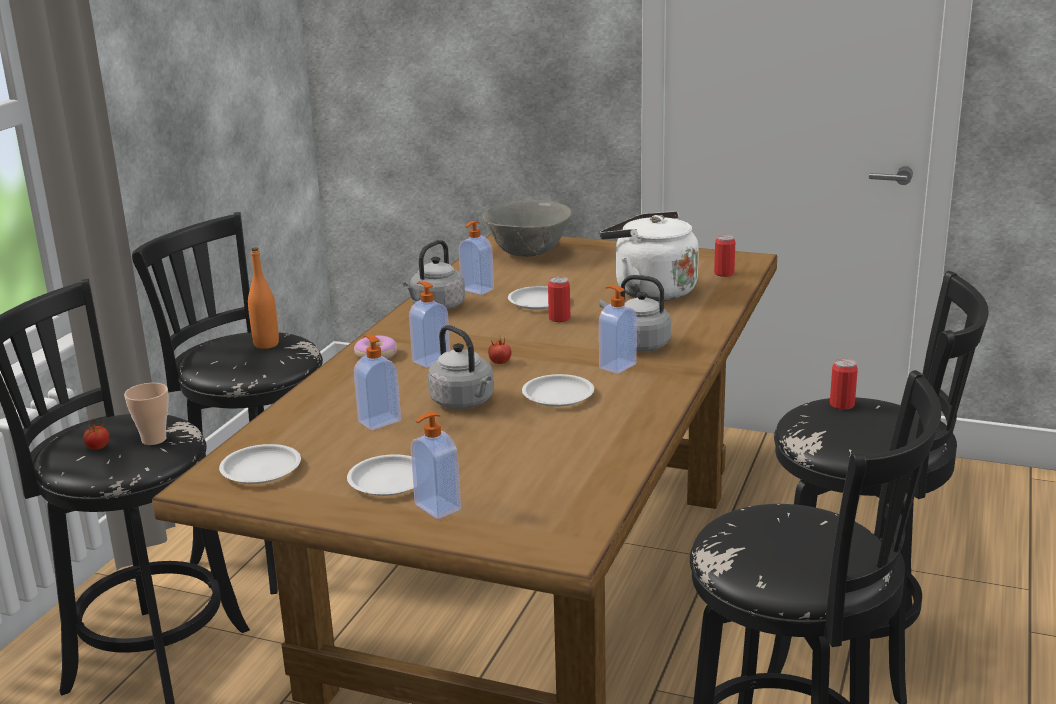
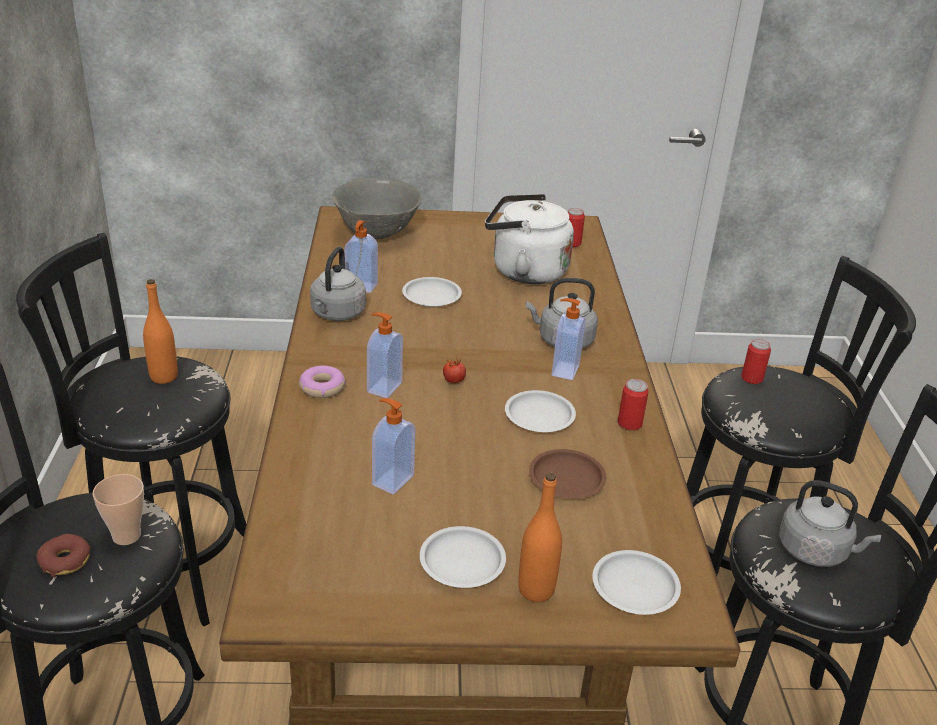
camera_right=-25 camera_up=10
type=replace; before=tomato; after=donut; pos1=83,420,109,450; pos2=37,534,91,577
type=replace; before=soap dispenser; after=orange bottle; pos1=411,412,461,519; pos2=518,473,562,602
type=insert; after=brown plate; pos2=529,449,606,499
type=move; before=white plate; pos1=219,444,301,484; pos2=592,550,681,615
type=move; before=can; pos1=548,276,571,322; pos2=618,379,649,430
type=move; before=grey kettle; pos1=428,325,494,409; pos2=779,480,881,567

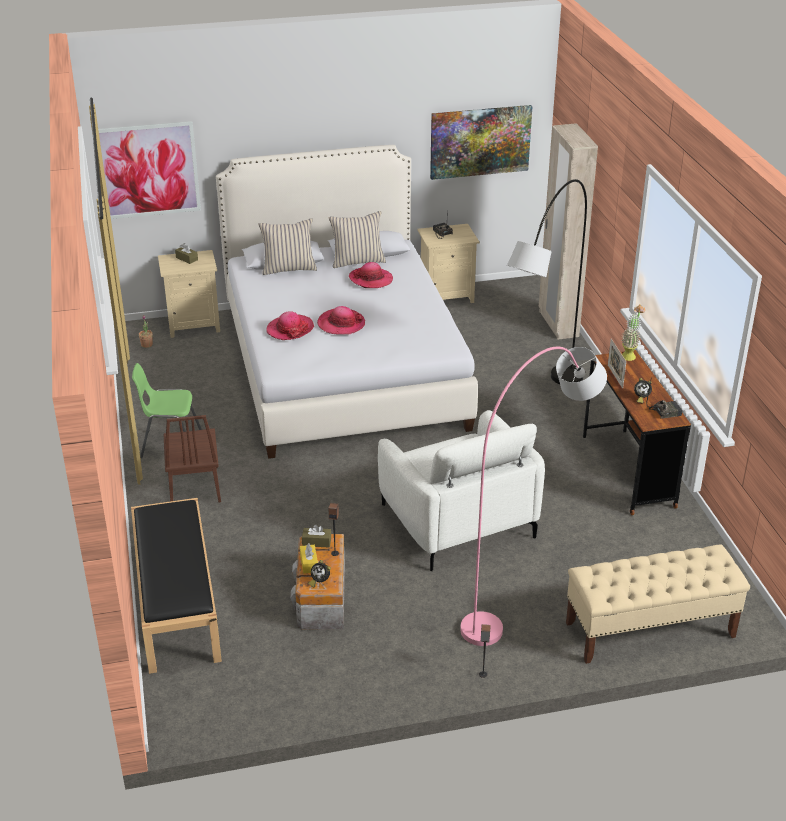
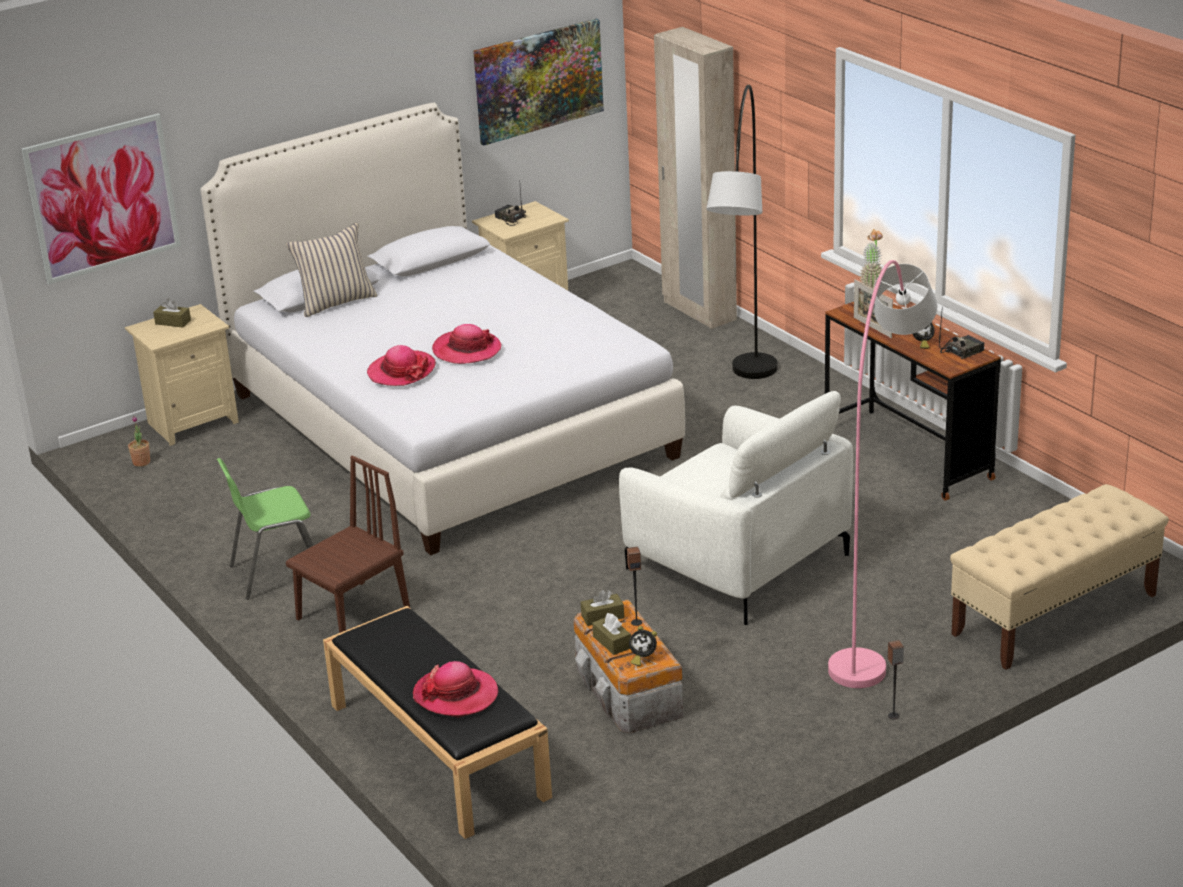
camera_right=-20 camera_up=-5
type=rotate; before=brown chair; pos1=164,415,221,502; pos2=286,455,410,633; turn=-105
type=move; before=hat; pos1=348,262,393,288; pos2=413,661,498,718
type=recolor; before=yellow tissue box; after=brown tissue box; pos1=300,543,318,574; pos2=592,613,631,655
type=delete; before=beige pillow; pos1=329,211,386,268

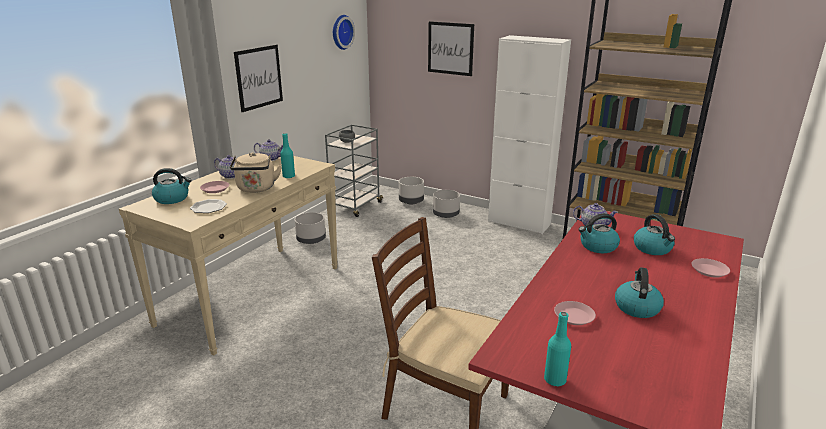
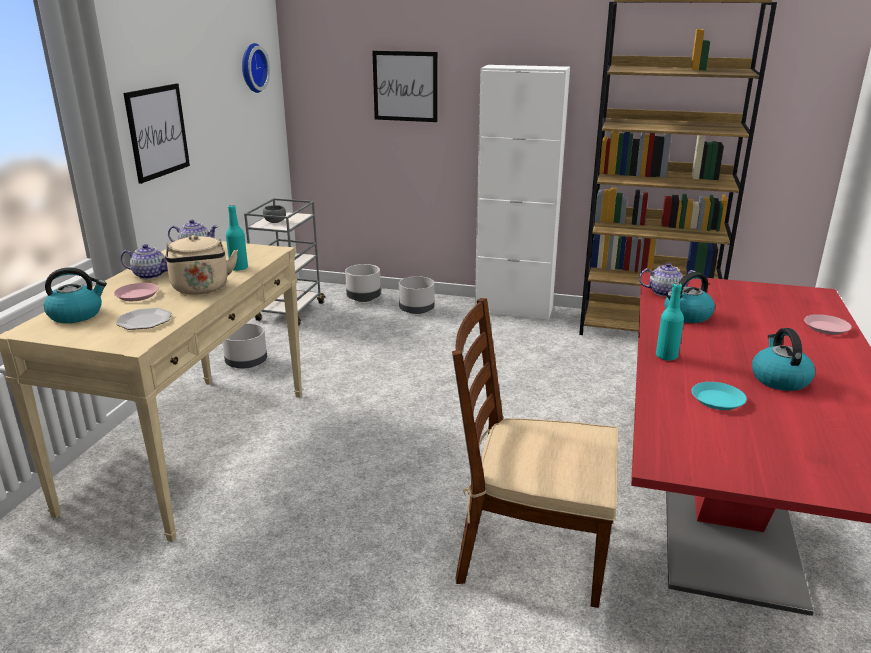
camera_right=-15 camera_up=0
type=move; before=turquoise bottle; pos1=544,312,571,386; pos2=656,283,684,361
type=recolor; before=pink plate; after=turquoise plate; pos1=554,301,596,325; pos2=692,382,747,410
type=delete; before=kettle; pos1=634,214,675,255

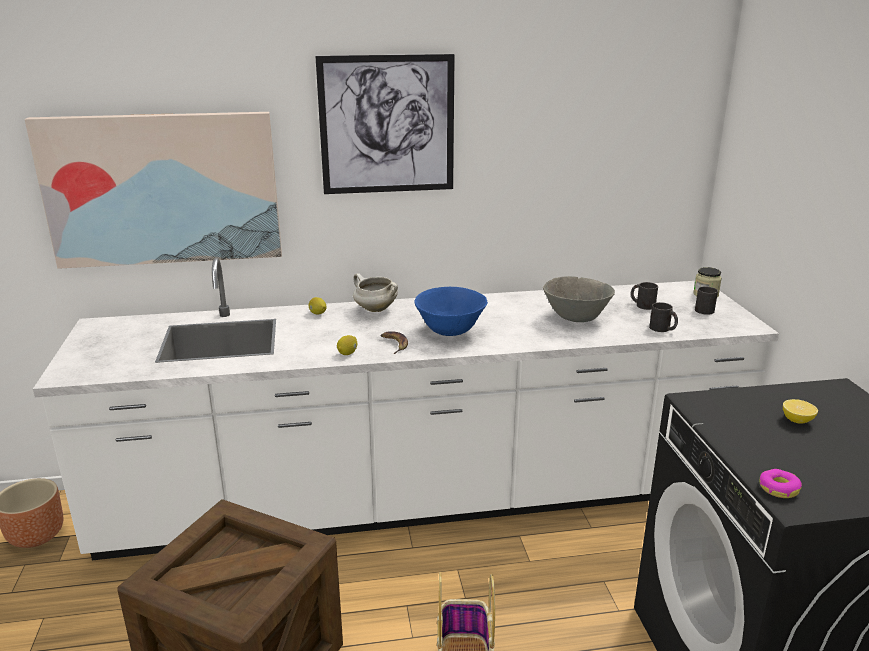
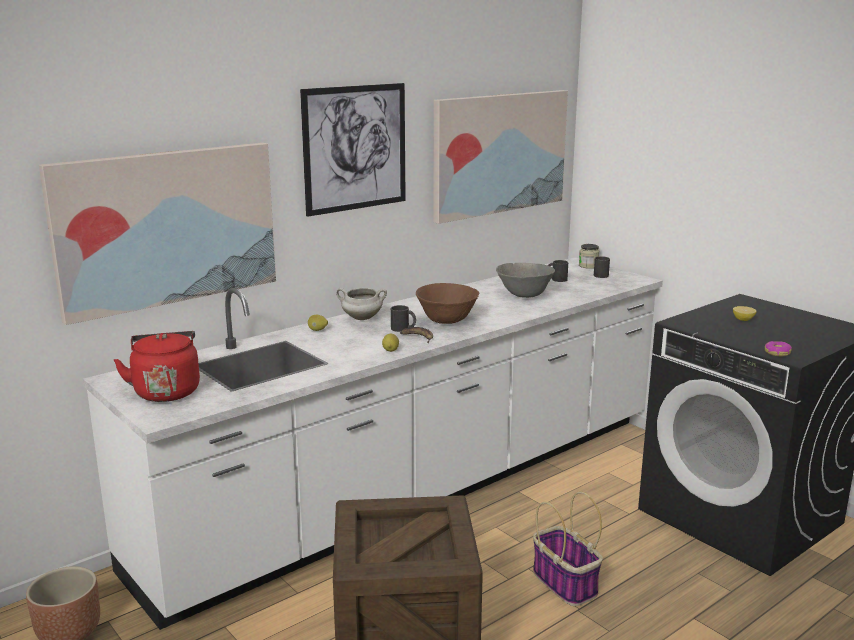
camera_right=-30 camera_up=-5
type=insert; after=red kettle; pos2=114,331,200,402
type=move; before=black mug; pos1=649,302,678,332; pos2=391,305,416,332
type=recolor; before=blue bowl; after=brown bowl; pos1=414,287,488,336; pos2=416,283,479,324
type=insert; after=picture; pos2=433,90,568,224

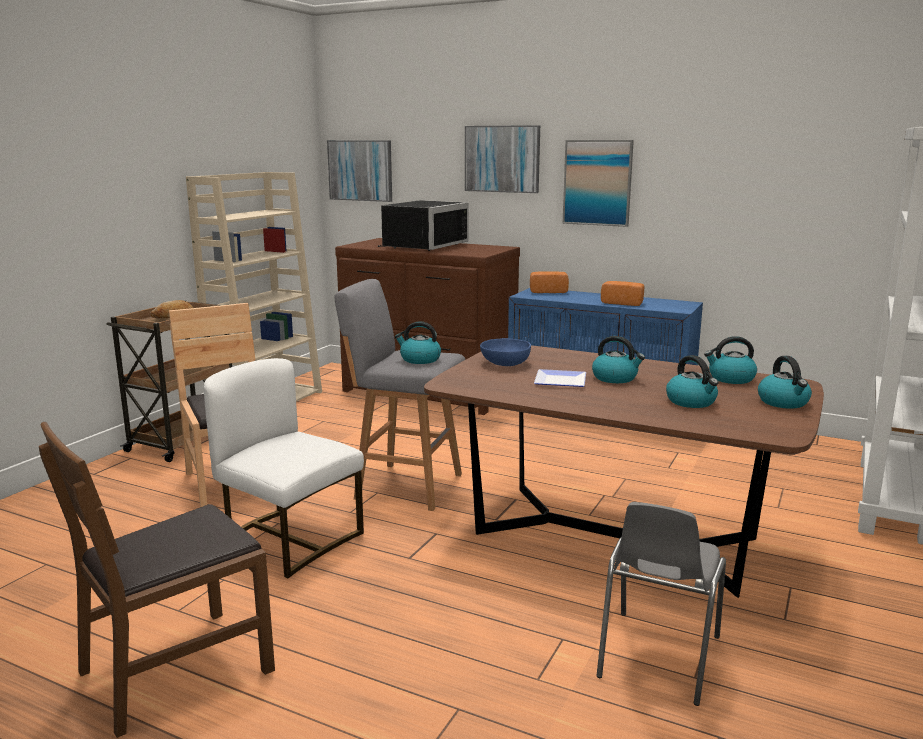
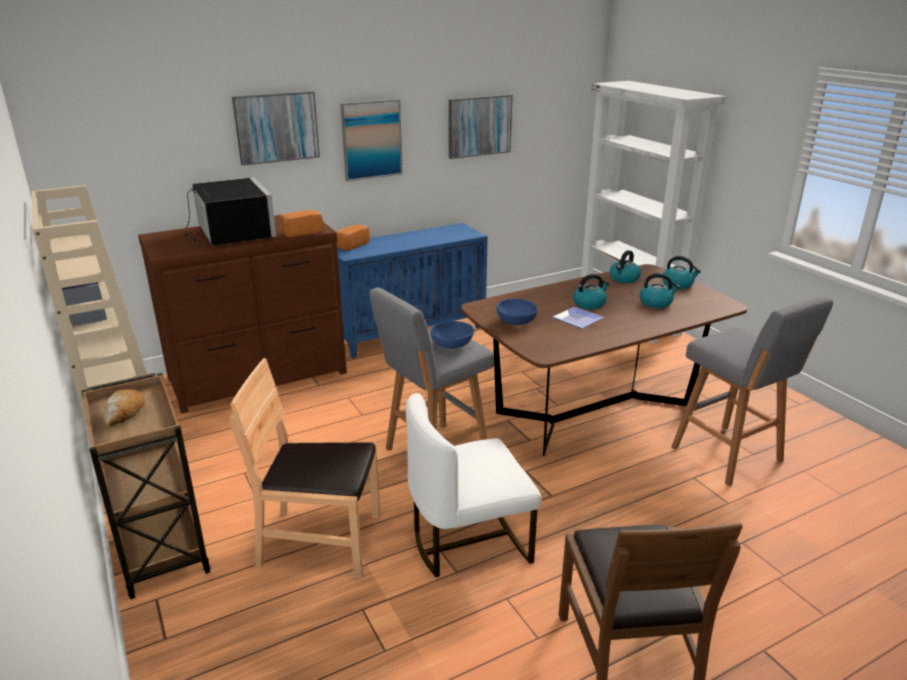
camera_right=-55 camera_up=10
type=move; before=bread; pos1=601,281,645,306; pos2=280,210,323,237
type=replace; before=kettle; after=blue bowl; pos1=395,321,441,364; pos2=430,321,474,349
type=move; before=picture; pos1=327,140,392,202; pos2=449,94,513,159
type=replace; before=grey chair; after=grey stool; pos1=596,502,726,706; pos2=671,296,833,486

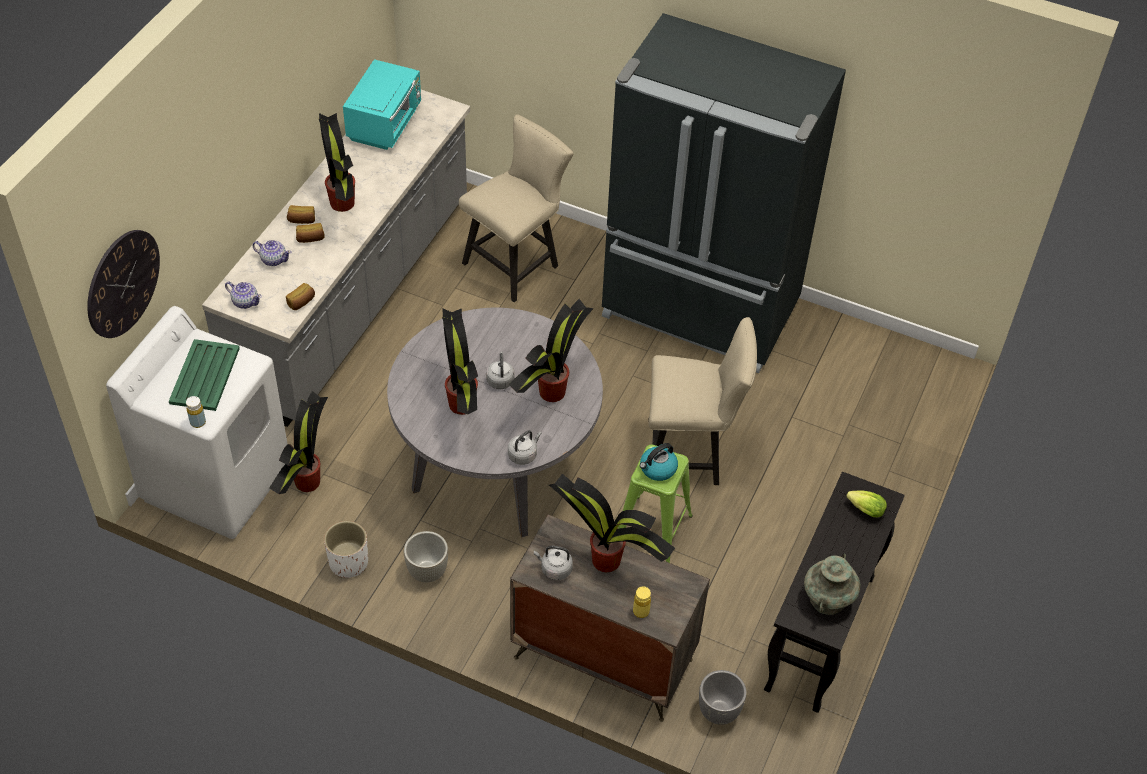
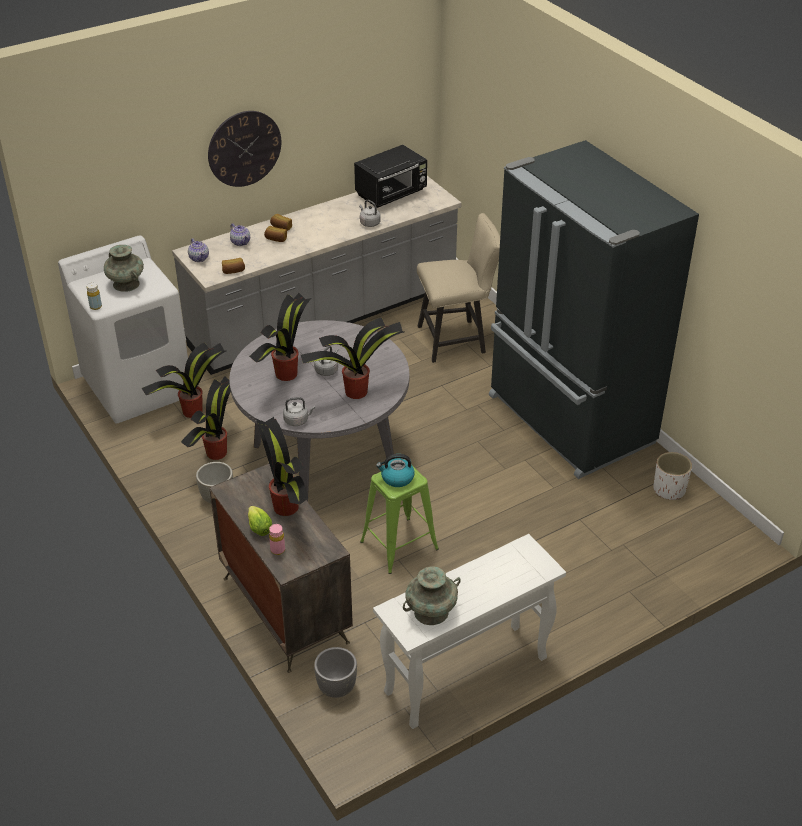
camera_right=35 camera_up=-10
type=replace; before=green tray; after=turquoise vase; pos1=169,339,240,411; pos2=104,245,144,292
type=move; before=potted plant; pos1=319,113,355,212; pos2=181,376,231,460
type=move; before=wall clock; pos1=87,230,160,338; pos2=208,111,281,187
type=move; before=lettuce; pos1=846,490,887,517; pos2=248,506,272,536
type=recolor; before=yellow bottle; after=pink bottle; pos1=633,586,651,618; pos2=269,524,285,555
type=recolor; before=turquoise microwave; after=black microwave; pos1=343,59,421,150; pos2=354,145,427,208
type=move; before=grey kettle; pos1=534,546,573,580; pos2=359,200,381,227
type=recolor; before=black console table; after=white console table; pos1=764,472,905,713; pos2=373,534,566,729
type=move; before=white planter; pos1=324,521,368,578; pos2=653,452,692,500
type=delete; before=beige chair; pos1=648,317,757,485

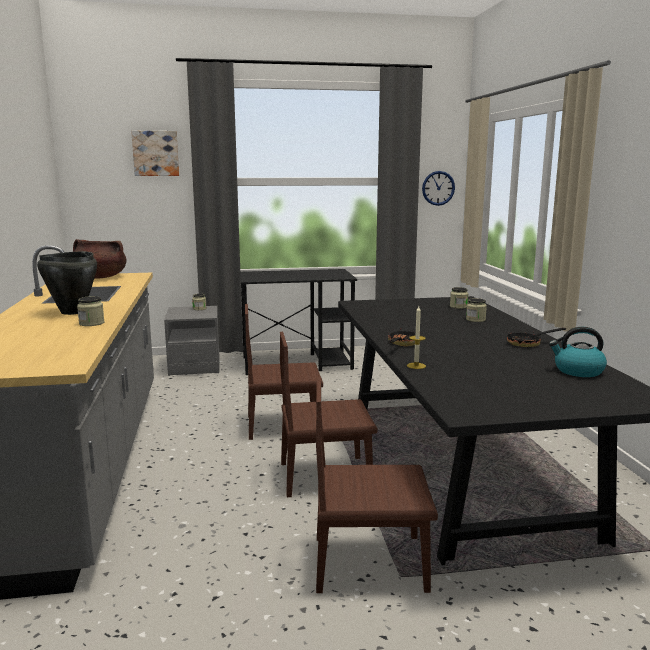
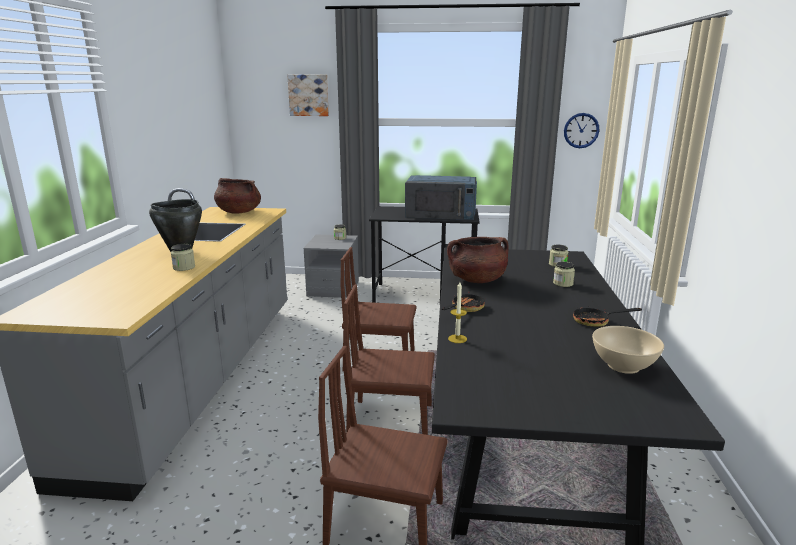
camera_right=15 camera_up=5
type=insert; after=blue microwave; pos2=405,175,477,220
type=insert; after=brown cooking pot; pos2=447,237,509,283
type=replace; before=kettle; after=beige bowl; pos1=549,327,607,377; pos2=592,326,664,374

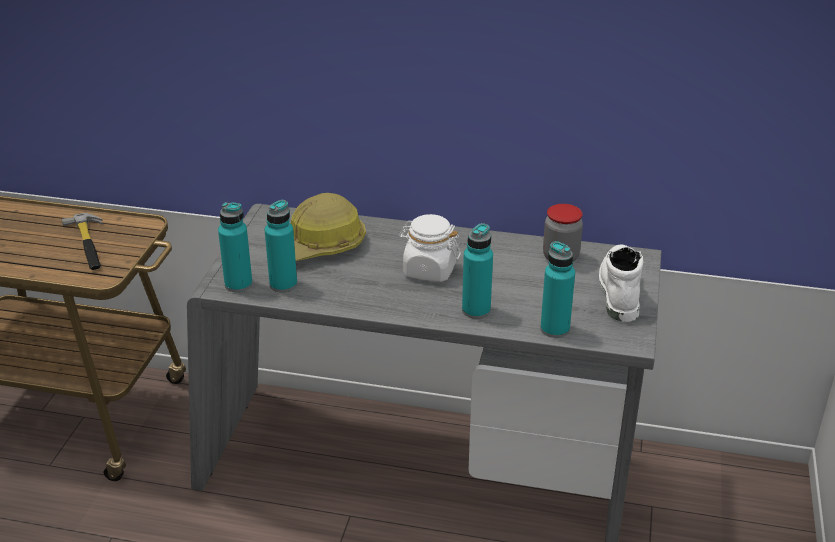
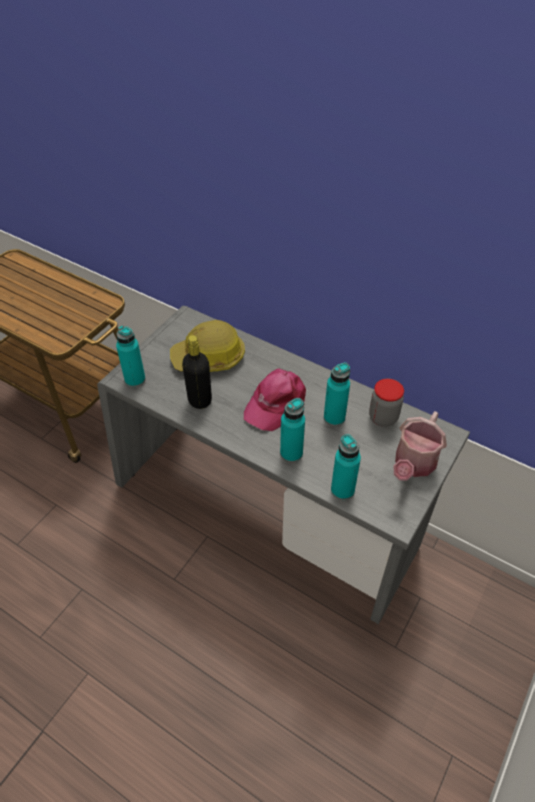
camera_right=20 camera_up=15
type=insert; after=black bottle; pos2=182,335,212,409
type=replace; before=white jar; after=pink cap; pos1=399,214,461,282; pos2=244,368,306,431
type=move; before=turquoise bottle; pos1=265,200,297,292; pos2=324,363,350,426
type=replace; before=white boot; after=watering can; pos1=599,244,643,322; pos2=394,411,447,480
type=delete; before=hammer; pos1=61,213,103,270

